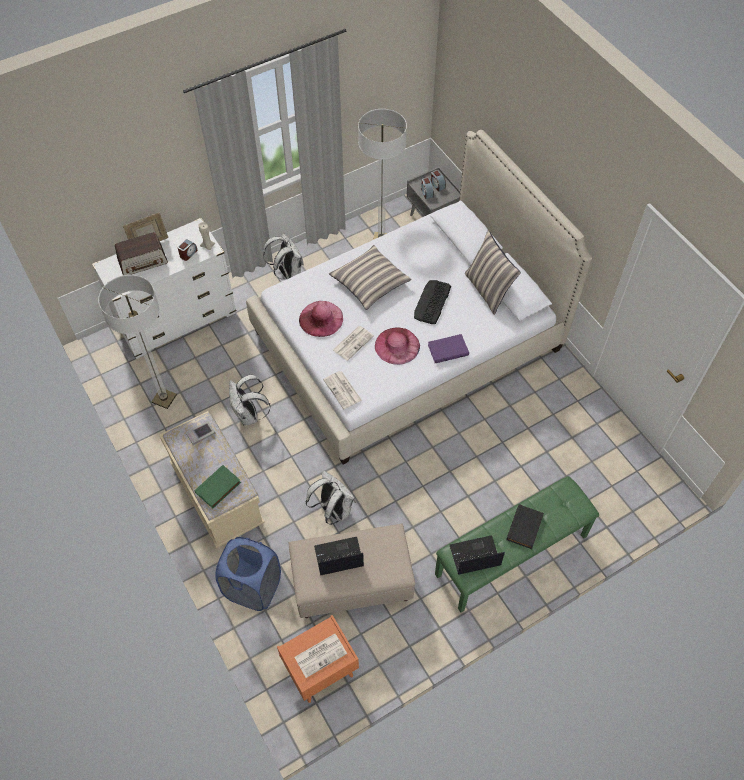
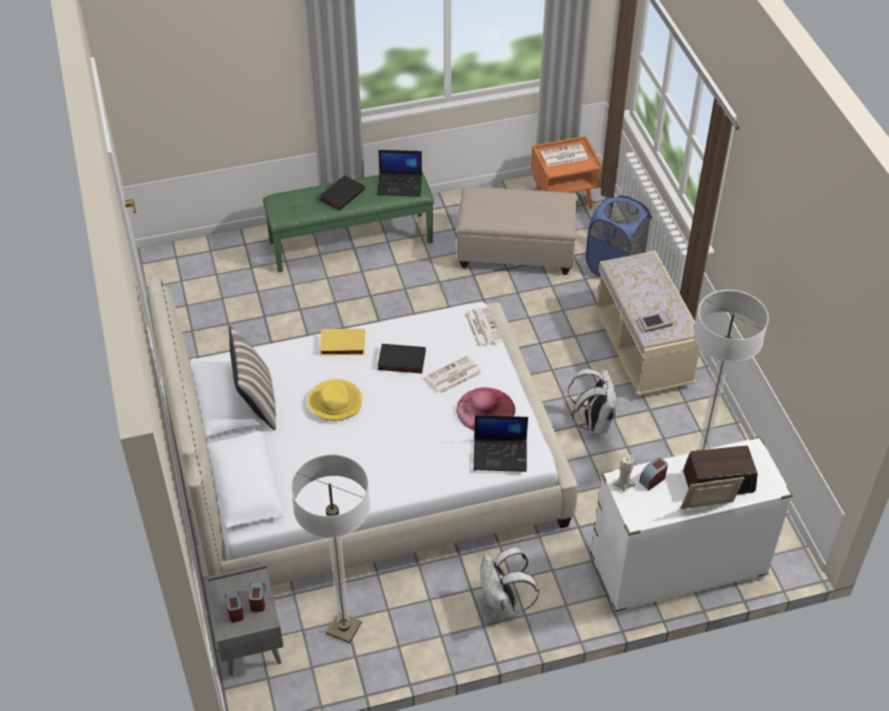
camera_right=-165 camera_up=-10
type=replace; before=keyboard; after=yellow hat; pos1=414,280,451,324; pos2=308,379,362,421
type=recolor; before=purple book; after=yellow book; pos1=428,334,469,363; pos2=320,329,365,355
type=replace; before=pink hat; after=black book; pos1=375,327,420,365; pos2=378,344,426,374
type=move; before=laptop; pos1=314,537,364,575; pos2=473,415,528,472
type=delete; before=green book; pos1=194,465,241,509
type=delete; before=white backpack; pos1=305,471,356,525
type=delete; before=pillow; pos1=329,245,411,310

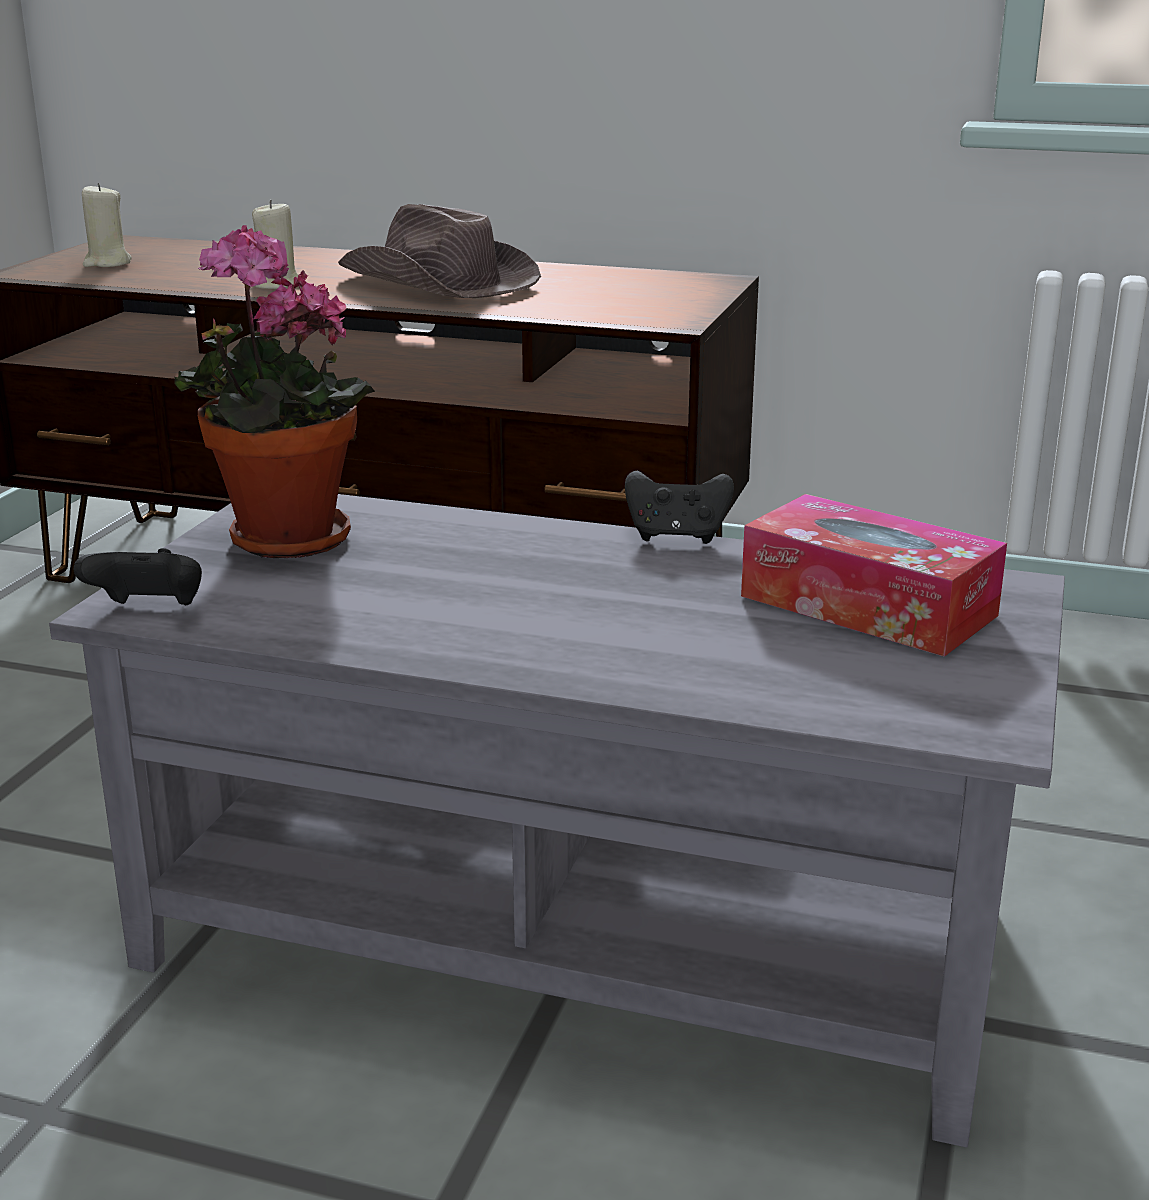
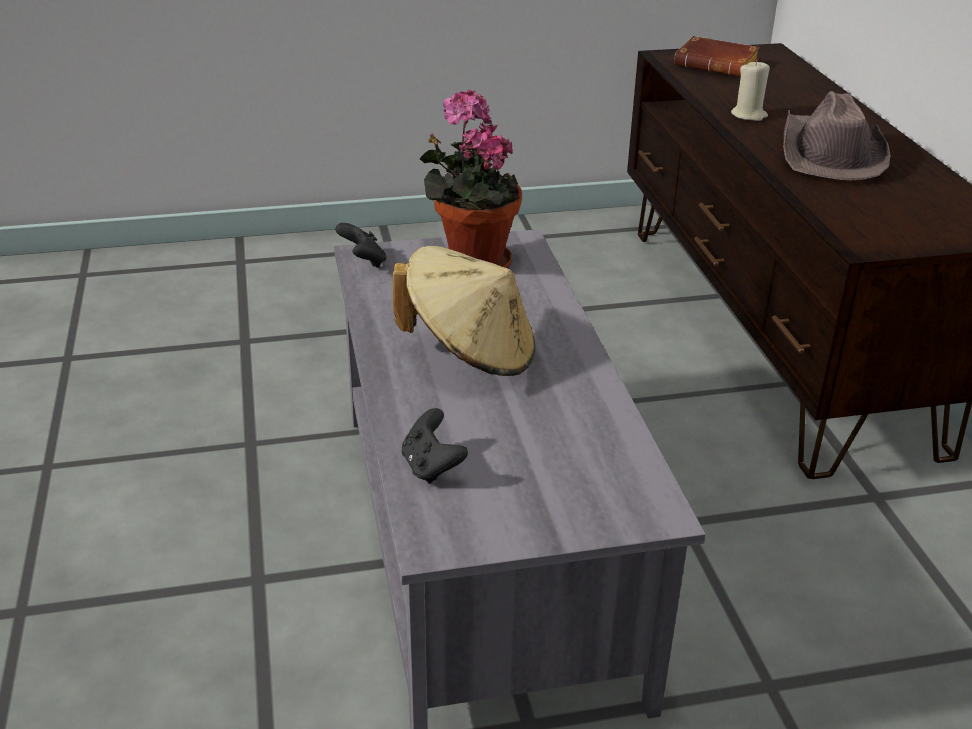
camera_right=60 camera_up=10
type=insert; after=beige hat; pos2=393,246,535,376
type=move; before=black game controller; pos1=625,470,734,544; pos2=402,408,468,484
type=replace; before=beige candle; after=brown book; pos1=82,183,132,267; pos2=674,36,760,77
type=delete; before=tissue box; pos1=741,494,1007,657

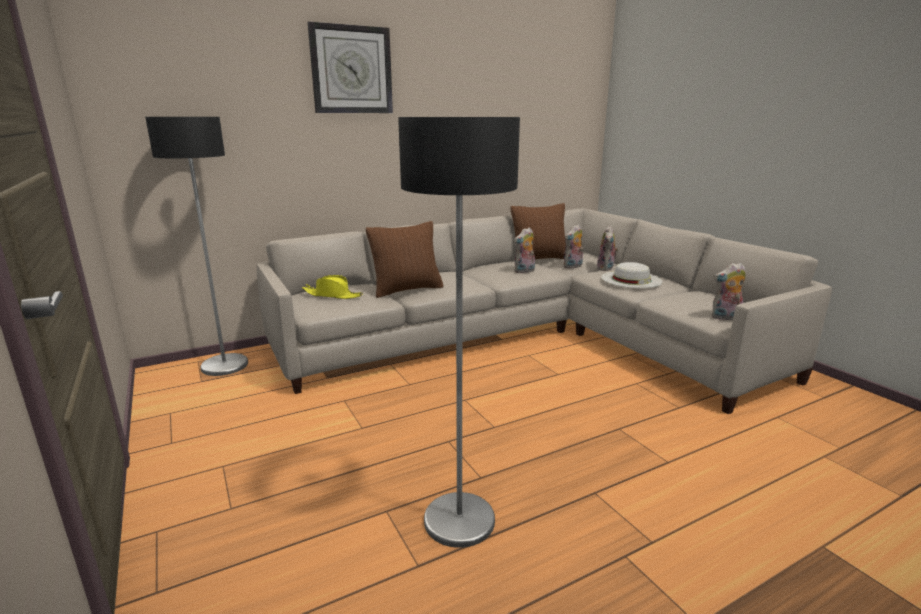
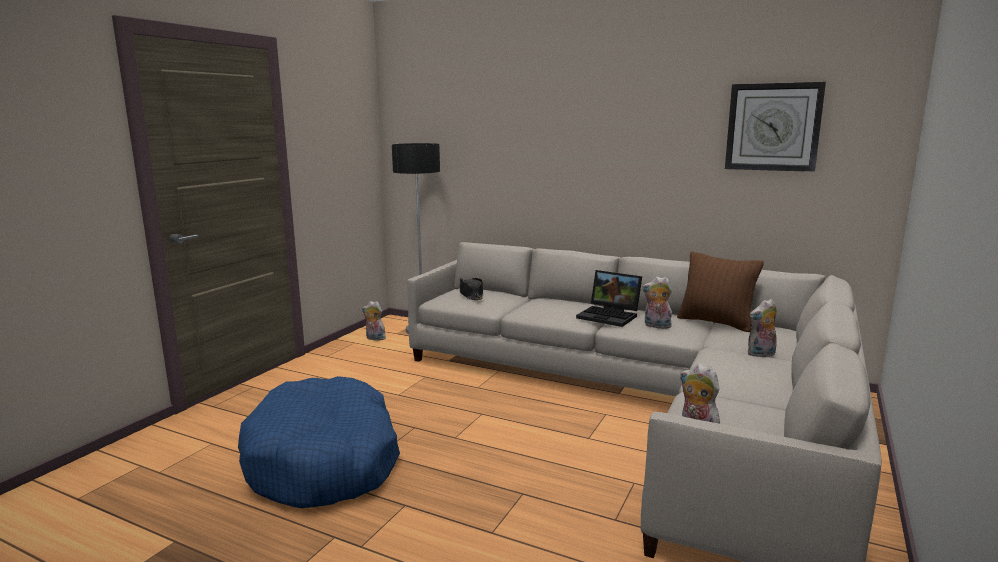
camera_right=55 camera_up=-5
type=replace; before=floor lamp; after=blue dog bed; pos1=398,117,520,548; pos2=238,376,400,508
type=move; before=plush toy; pos1=564,224,583,269; pos2=362,301,386,341
type=recolor; before=yellow hat; after=black hat; pos1=302,275,363,299; pos2=460,277,483,300
type=insert; after=laptop; pos2=576,270,642,327
type=move; before=wall clock; pos1=308,22,393,113; pos2=725,82,826,172
type=delete; before=brown pillow; pos1=366,221,443,298
type=delete; before=white hat; pos1=601,262,663,288

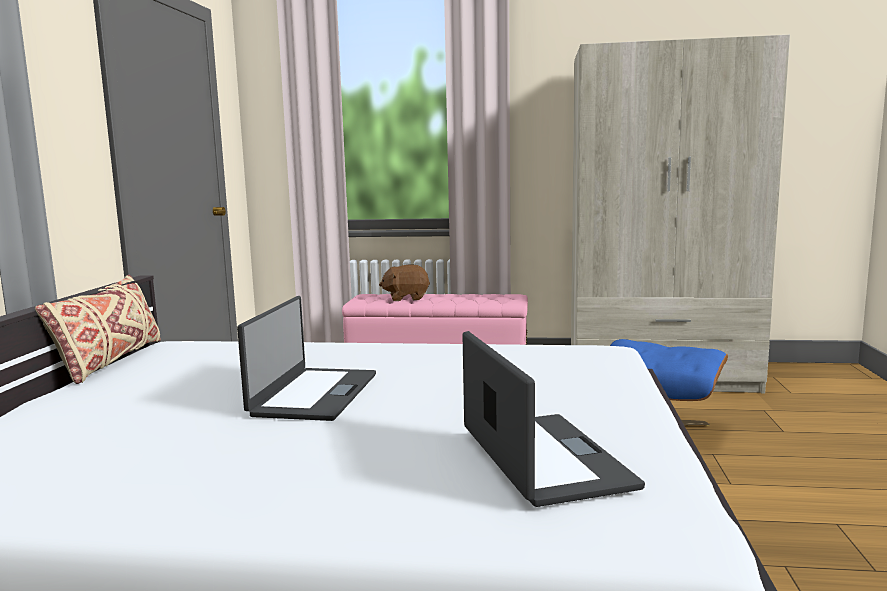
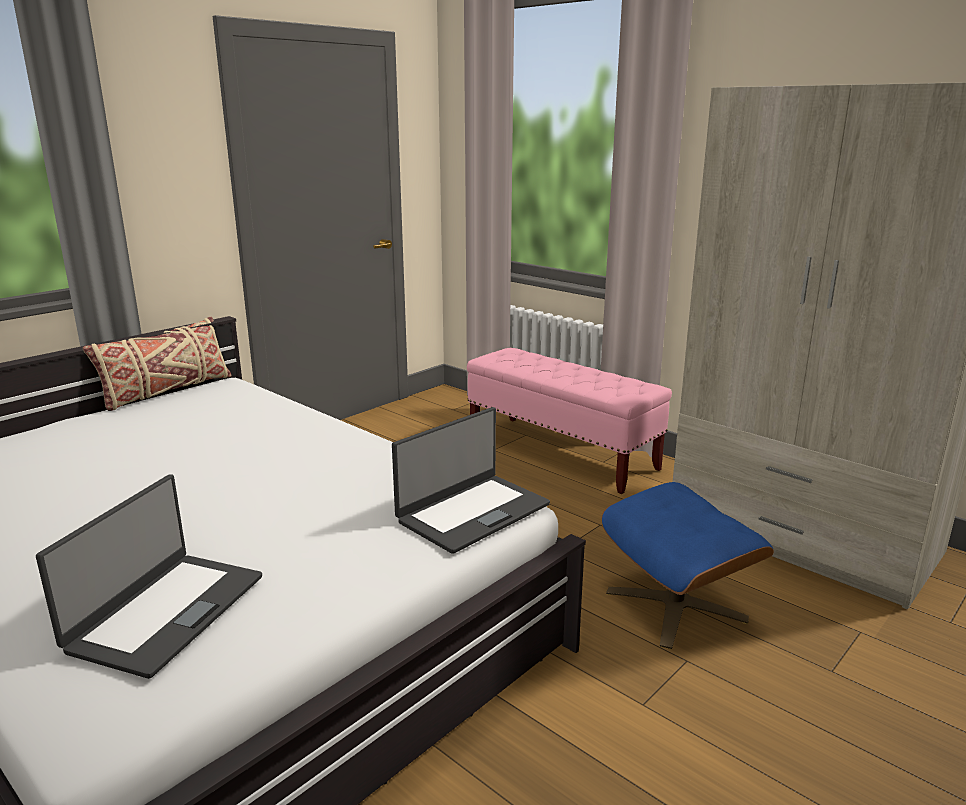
camera_right=35 camera_up=10
type=move; before=laptop; pos1=237,296,376,421; pos2=392,407,550,554
type=delete; before=brown plush toy; pos1=379,265,430,301

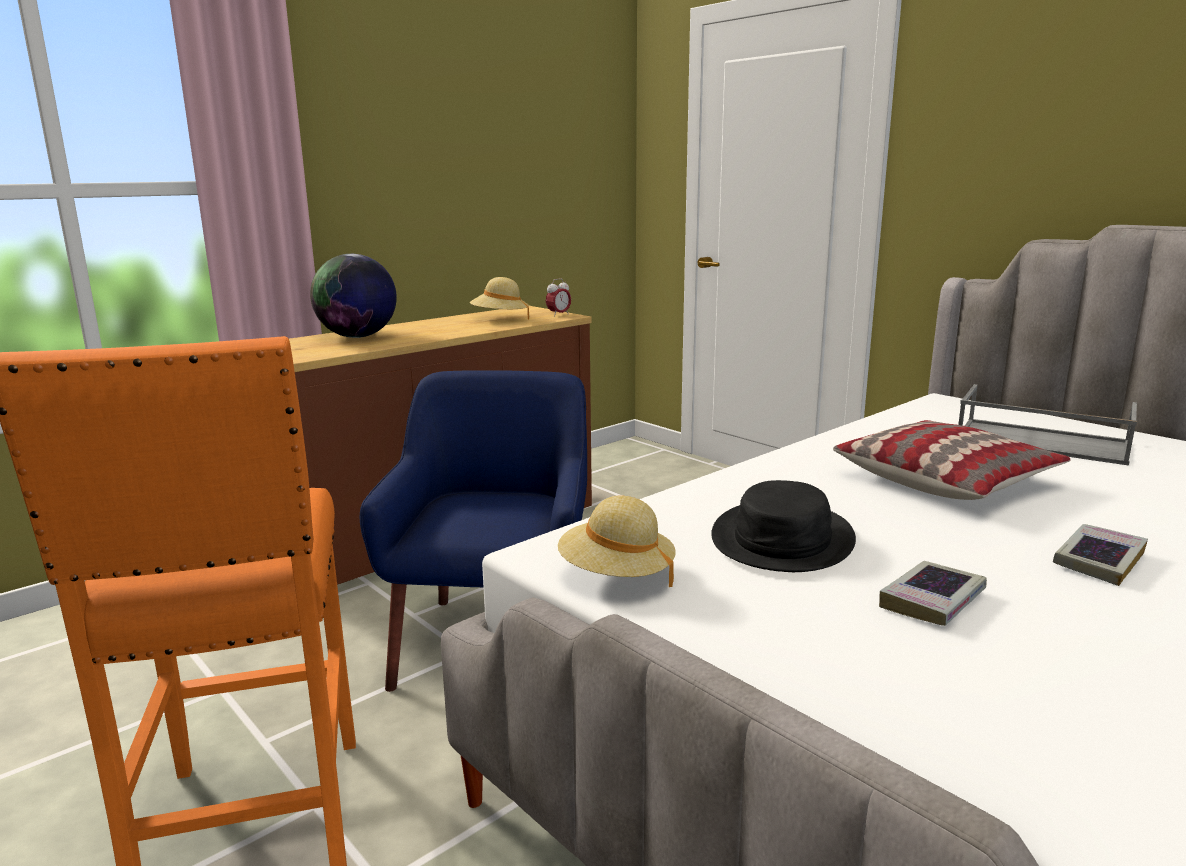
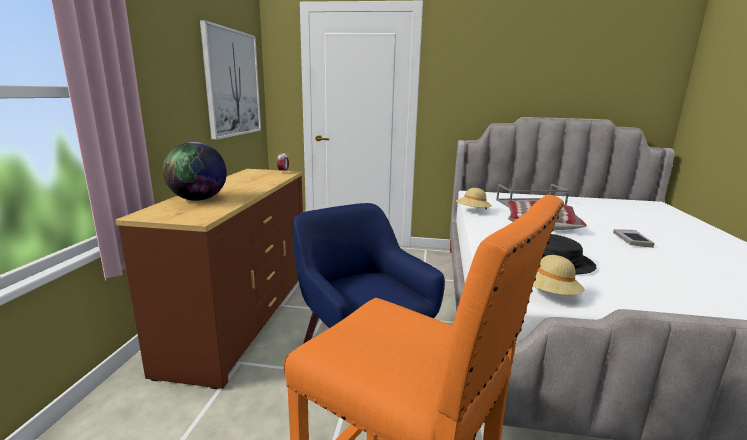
camera_right=-40 camera_up=0
type=insert; after=picture; pos2=200,20,261,140
type=move; before=beige hat; pos1=470,277,529,319; pos2=456,188,492,210
type=delete; before=book; pos1=879,561,987,626

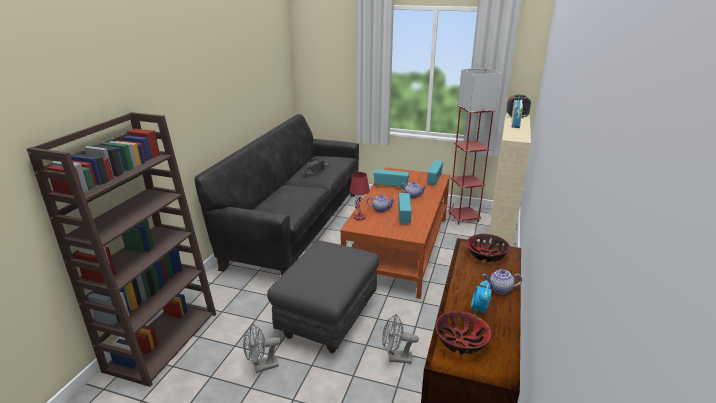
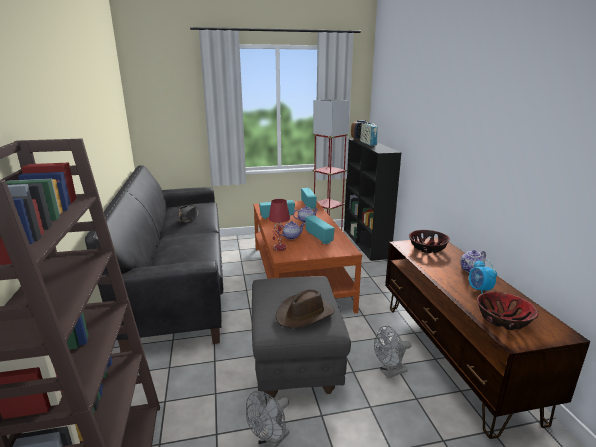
camera_right=-30 camera_up=-5
type=insert; after=brown hat; pos2=276,289,335,328
type=recolor; before=beige bookcase; after=black bookcase; pos1=489,114,531,247; pos2=344,139,401,261

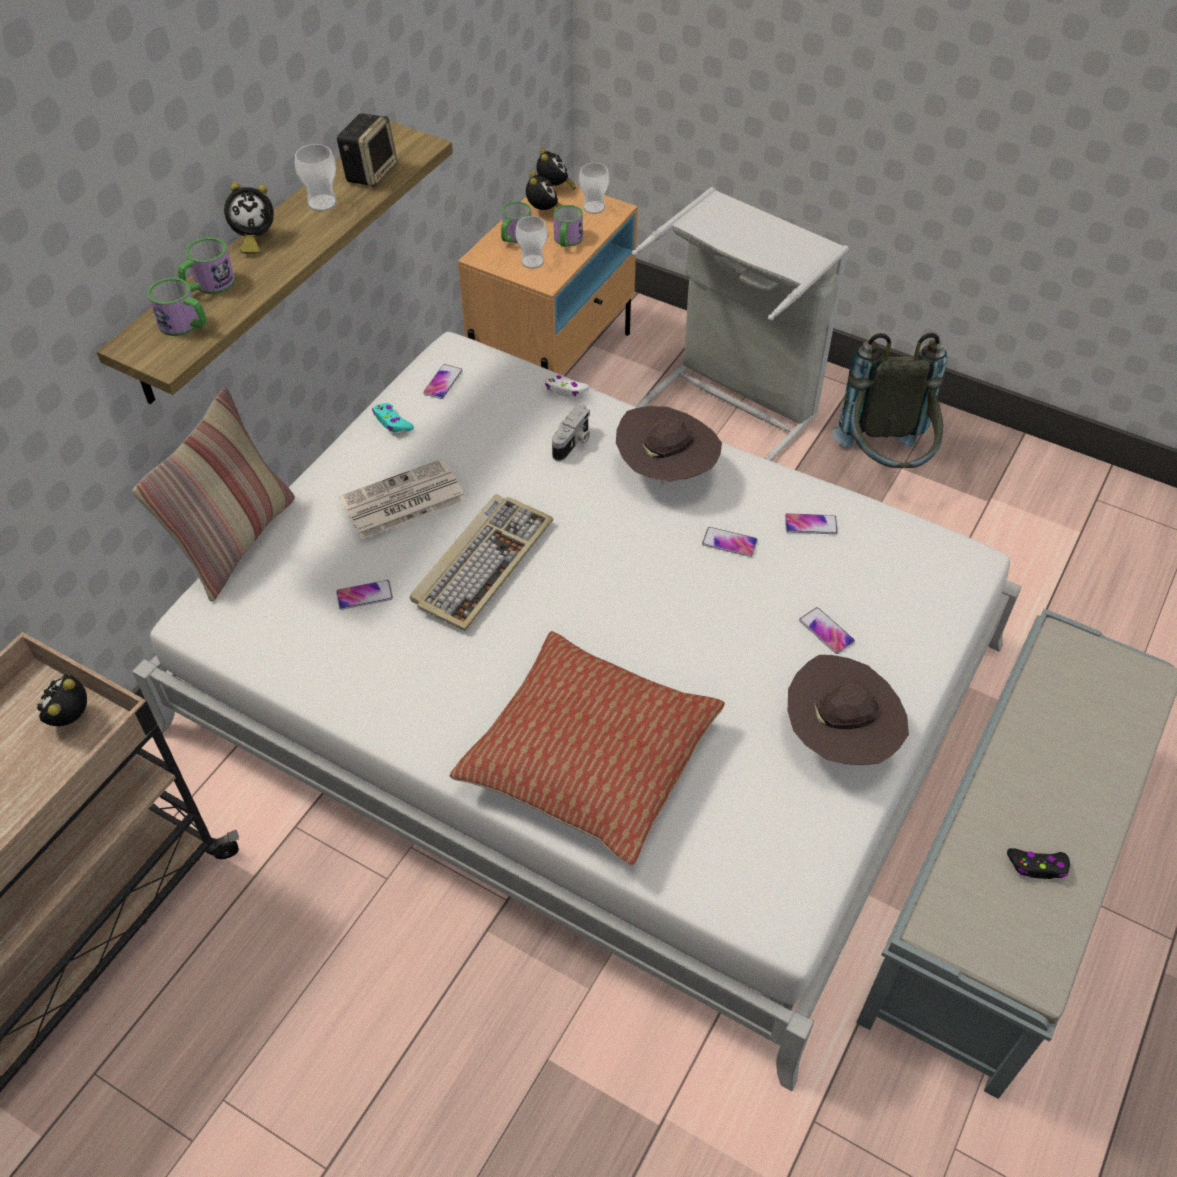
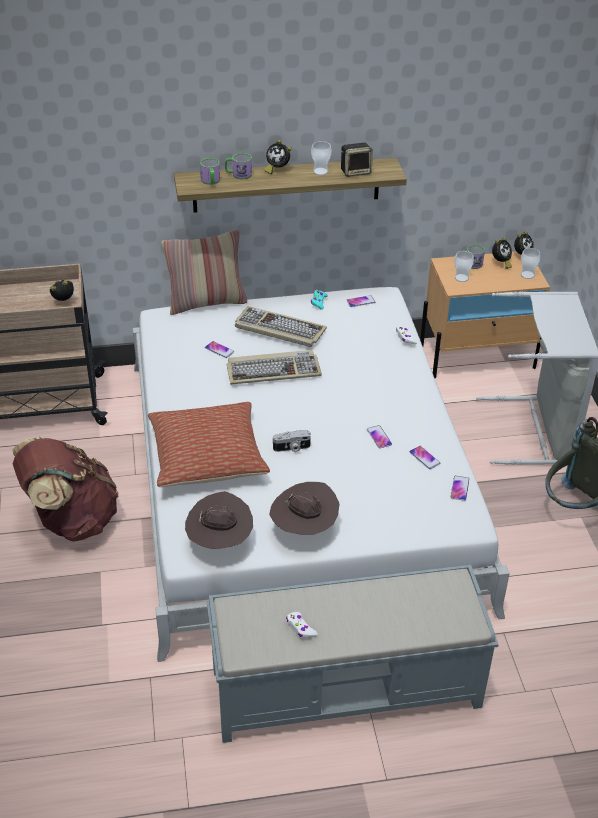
camera_right=50 camera_up=-10
type=insert; after=brown backpack; pos2=13,436,119,541
type=move; before=brown hat; pos1=616,406,722,485; pos2=185,491,253,549
type=replace; before=newspaper; after=keyboard; pos1=339,459,466,539; pos2=235,306,327,347
type=move; before=photo camera; pos1=552,405,590,461; pos2=273,430,311,452
type=recolor; before=black game controller; after=white game controller; pos1=1007,848,1070,879; pos2=286,612,318,638
type=move; before=phone; pos1=799,607,855,654; pos2=451,476,469,501
type=delete; before=mug; pos1=554,205,583,247

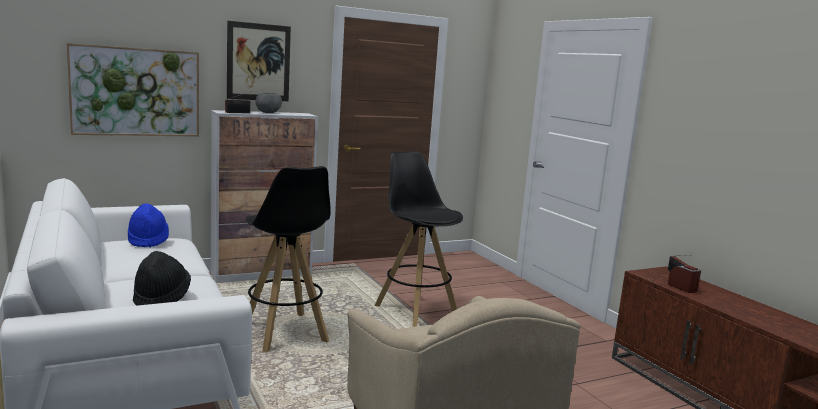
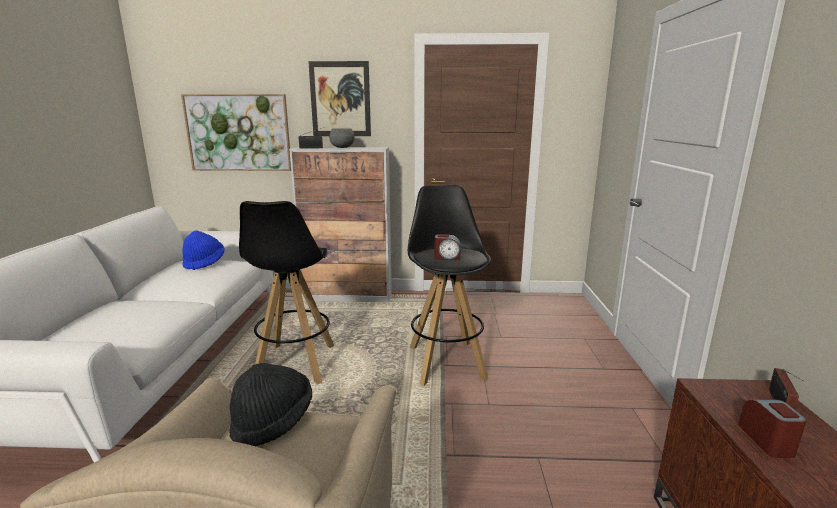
camera_right=30 camera_up=5
type=move; before=black hat; pos1=133,251,191,306; pos2=230,363,312,446
type=insert; after=alarm clock; pos2=434,234,461,260

